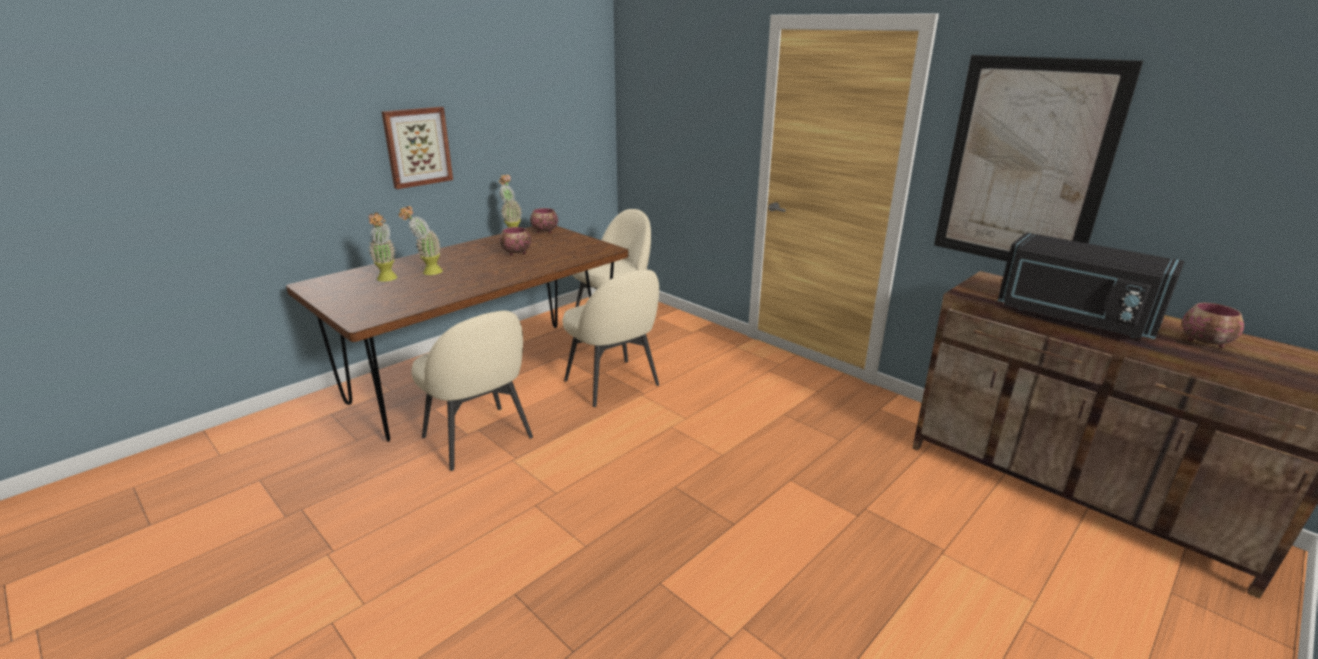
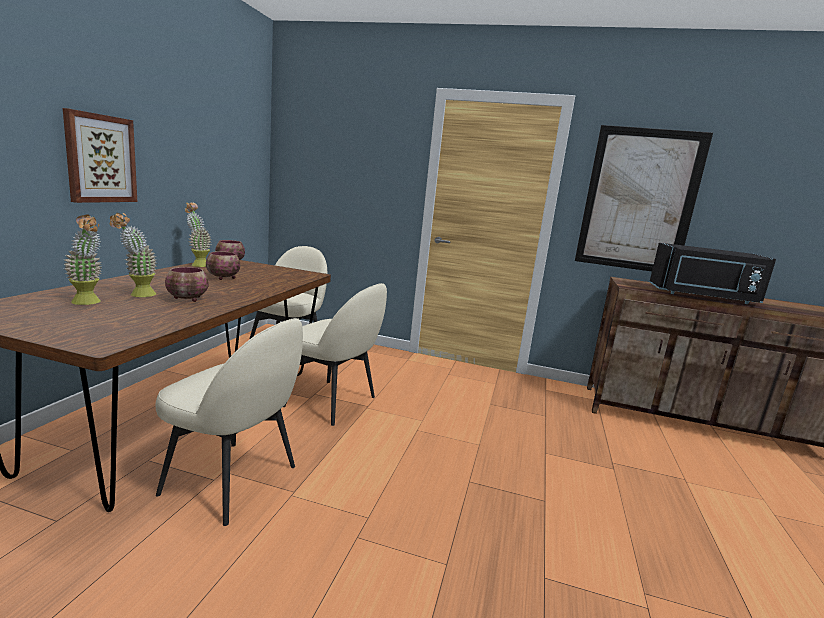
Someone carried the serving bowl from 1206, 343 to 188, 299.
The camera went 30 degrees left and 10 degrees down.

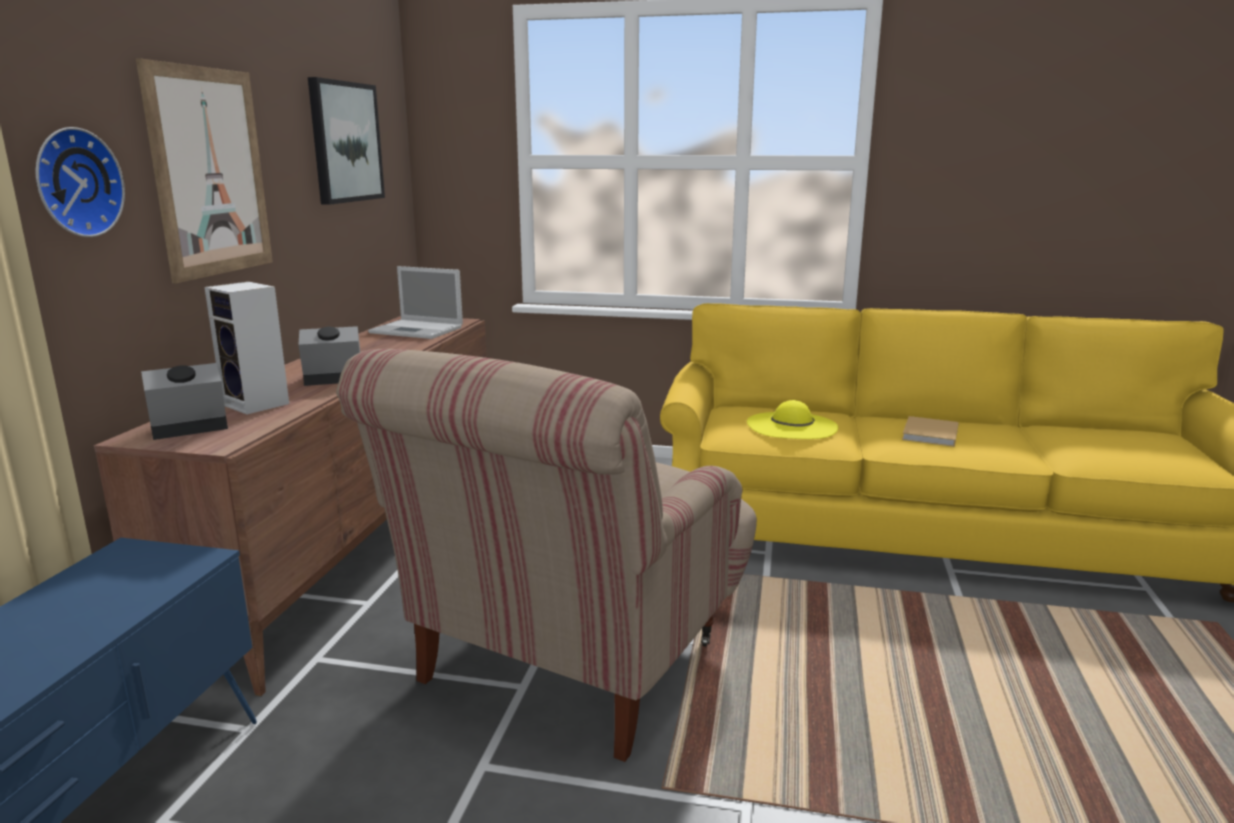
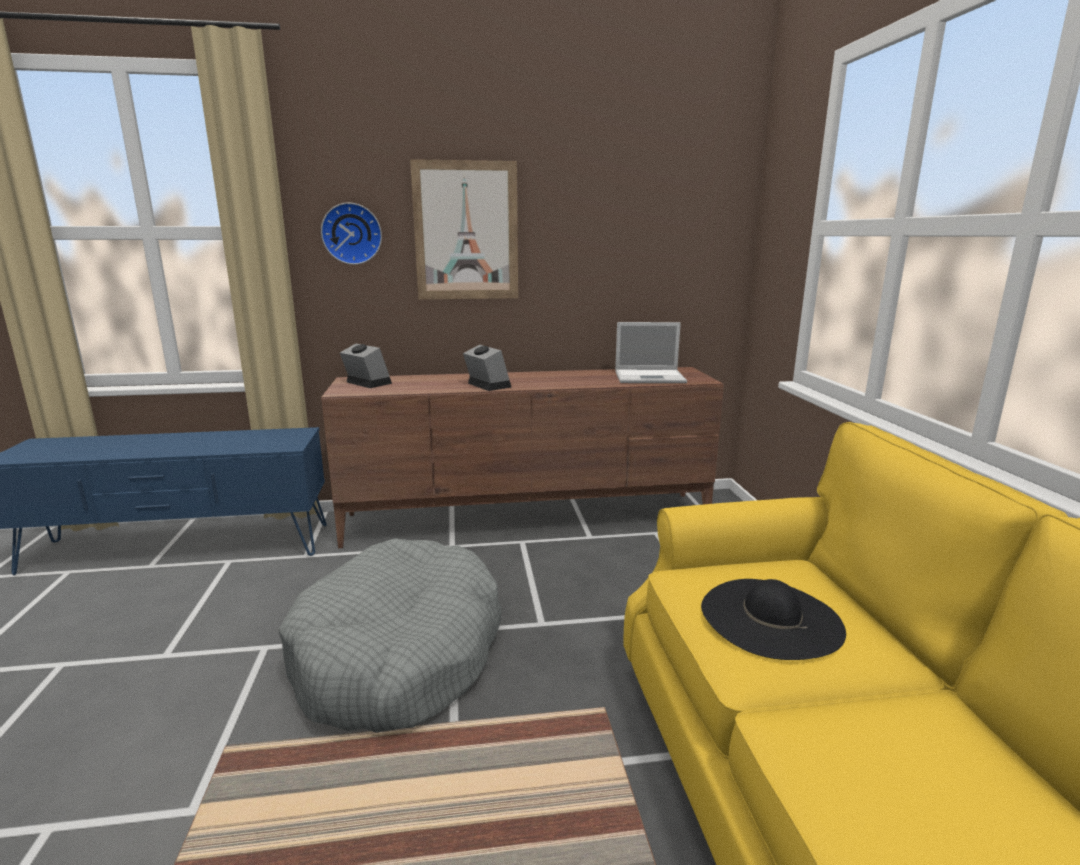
Someone swapped the armchair (beige-coloured) at 572, 662 for the pet bed (grey) at 399, 654.
Someone rotated the laptop at 418, 330 by 90 degrees counterclockwise.
Someone repainted the clothing hat (yellowish) at 791, 426, which became the clothing hat (black) at 770, 617.
Someone took away the loudspeaker at 258, 404.
Someone took away the wall art at 345, 142.
Someone took away the bound book (beige-coloured) at 930, 434.
The camera went 70 degrees right and 0 degrees up.

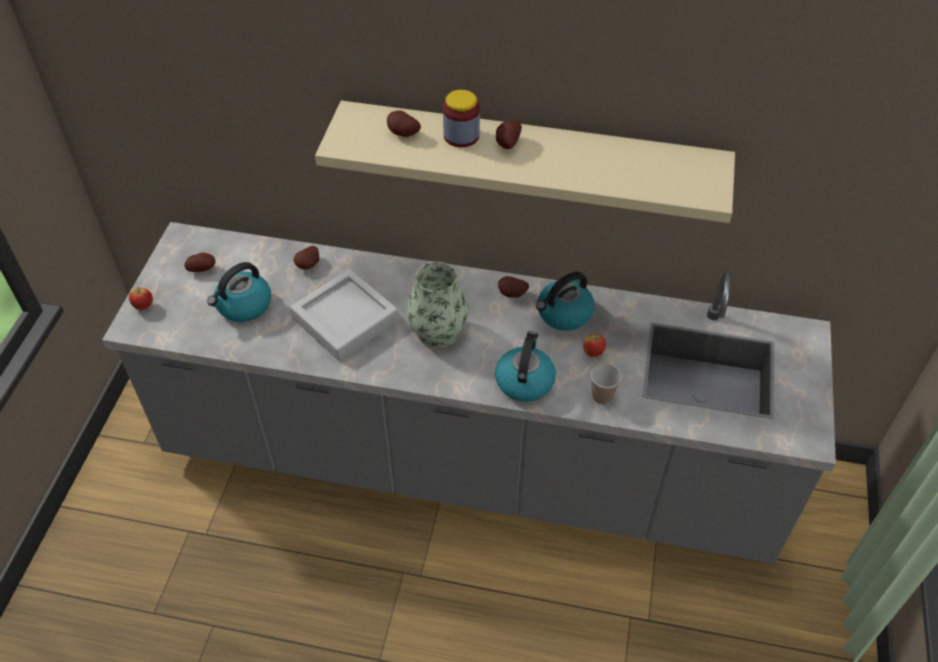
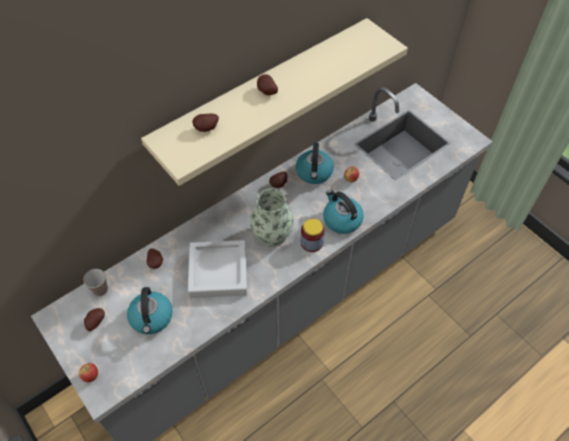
Someone carried the drinking cup from 602, 396 to 100, 290.
Someone carried the jar from 461, 136 to 311, 242.
The camera went 50 degrees left and 5 degrees up.

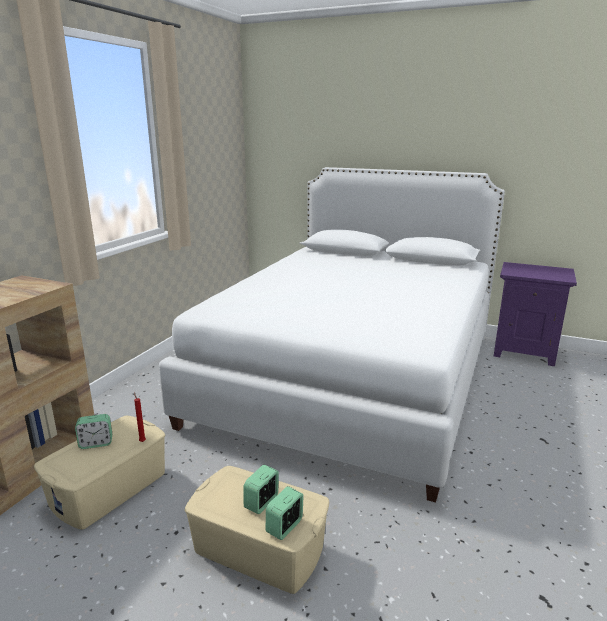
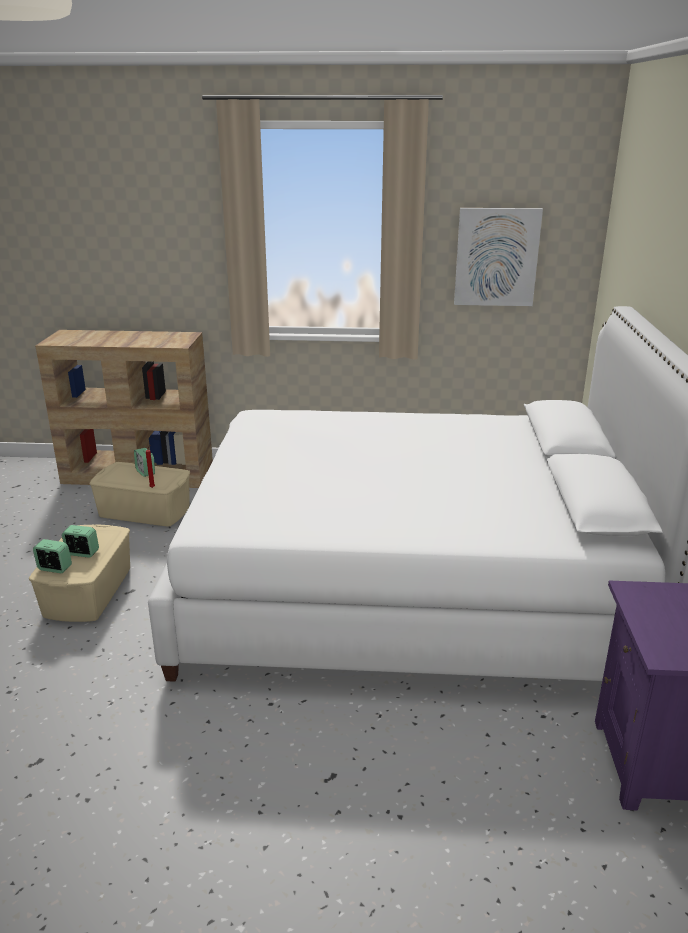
Someone put up the wall art at 496, 257.
The camera went 70 degrees right and 5 degrees up.

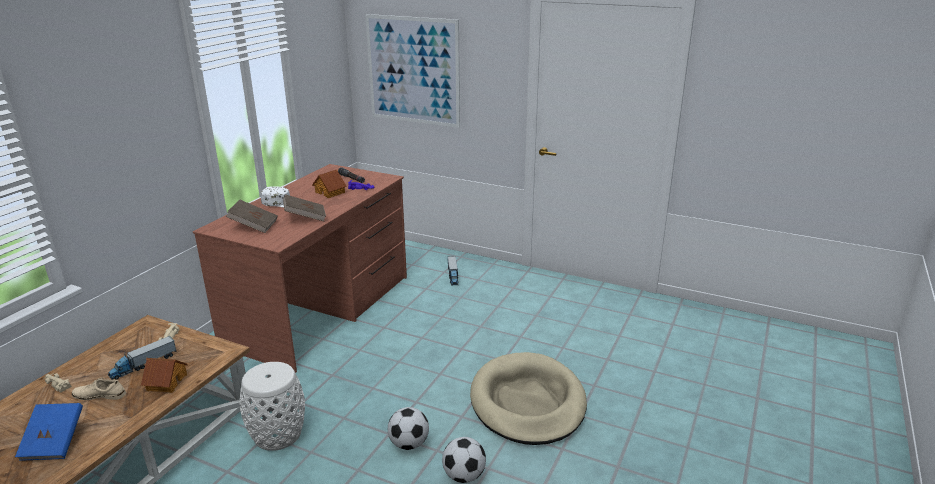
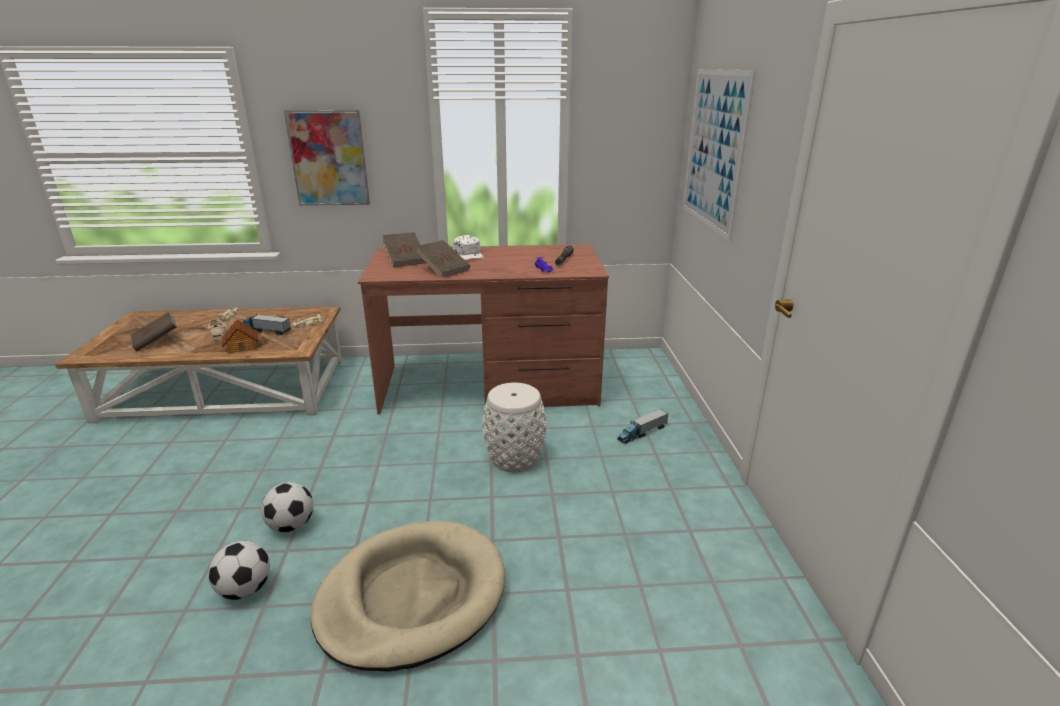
Someone repainted the bound book (blue) at 54, 443, which became the bound book (brown-coloured) at 156, 341.
Someone put up the wall art at 328, 158.
Someone carried the stool (whitish) from 278, 435 to 514, 458.
Someone took away the model house at 330, 192.
The camera went 60 degrees right and 0 degrees up.

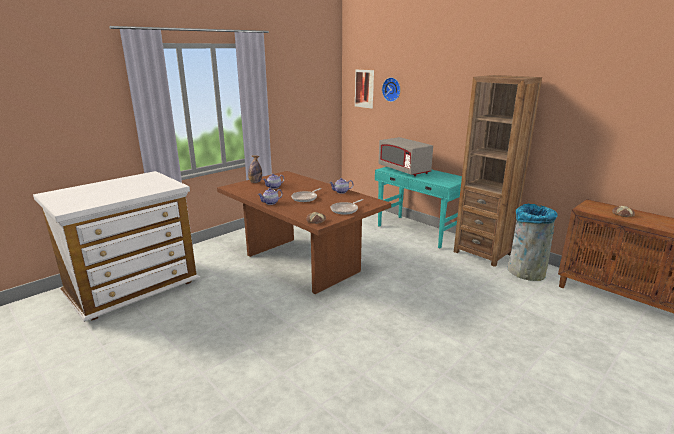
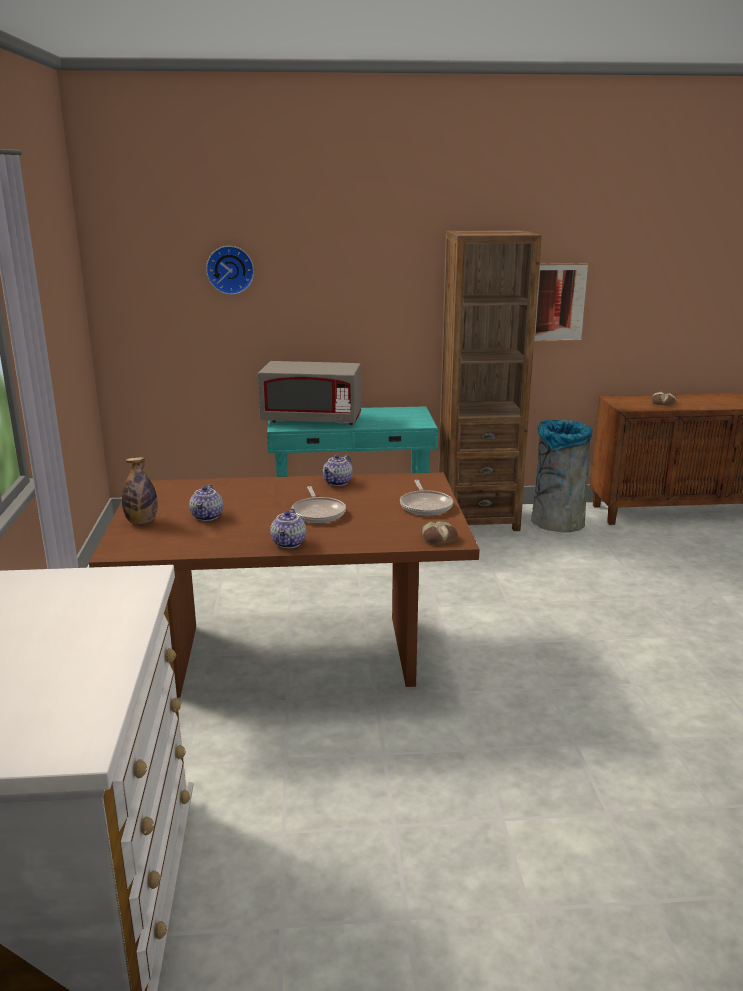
Someone carried the wall art from 364, 88 to 559, 302.
The camera went 50 degrees left and 0 degrees up.

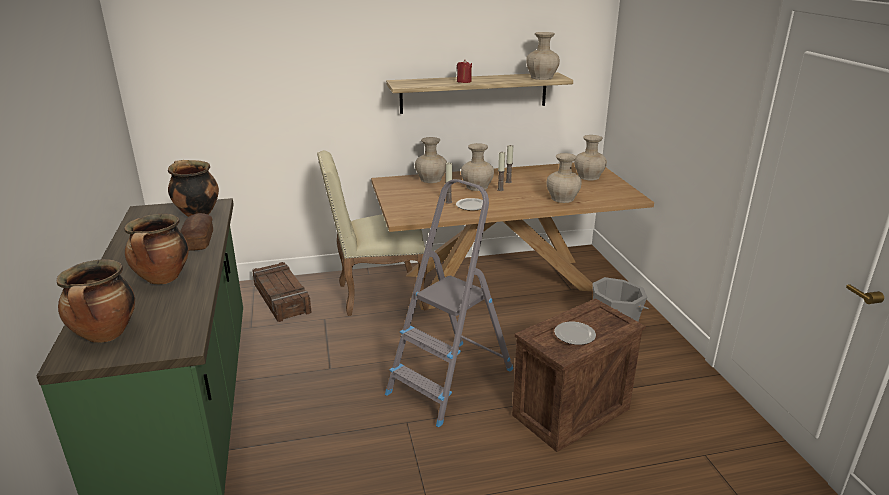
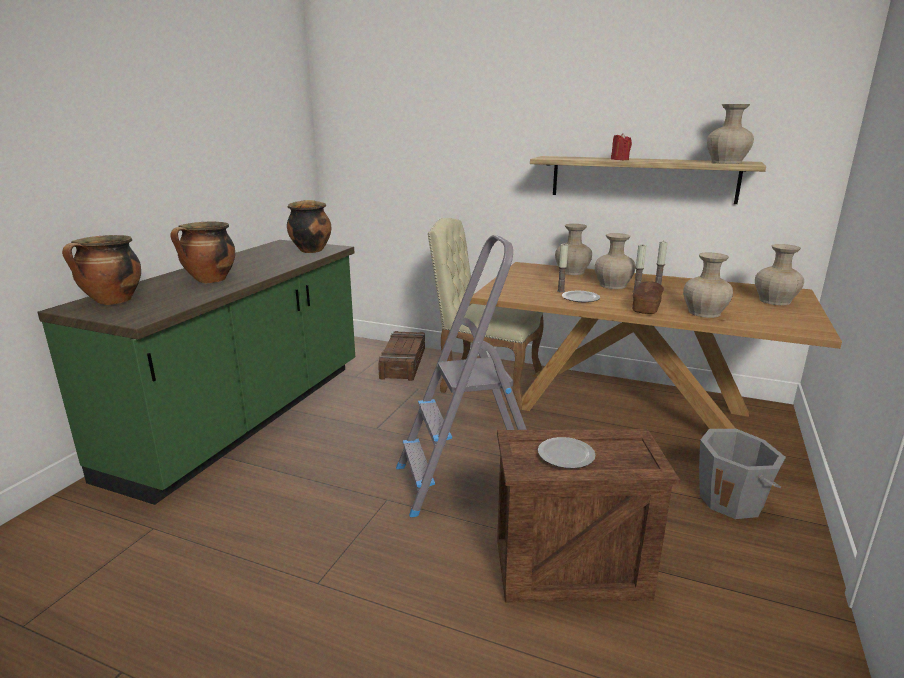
Someone carried the bread from 199, 241 to 646, 307.
The camera went 35 degrees right and 5 degrees down.

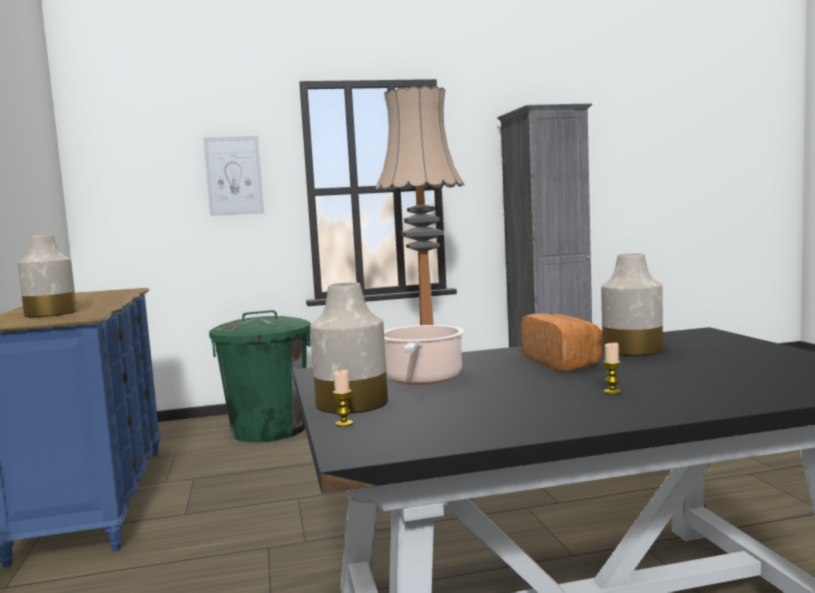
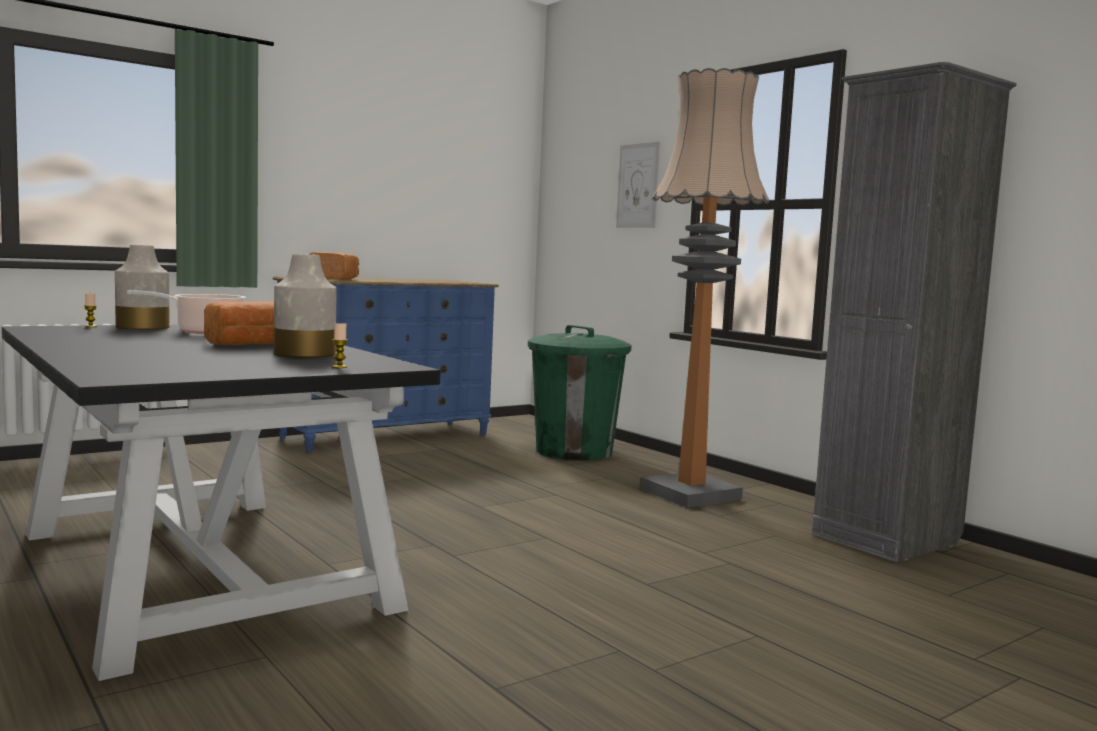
Someone swapped the vase (beige-coloured) at 51, 313 for the bread at 335, 278.
Someone carried the wax light from 612, 392 to 339, 367.
The camera went 65 degrees right and 0 degrees up.

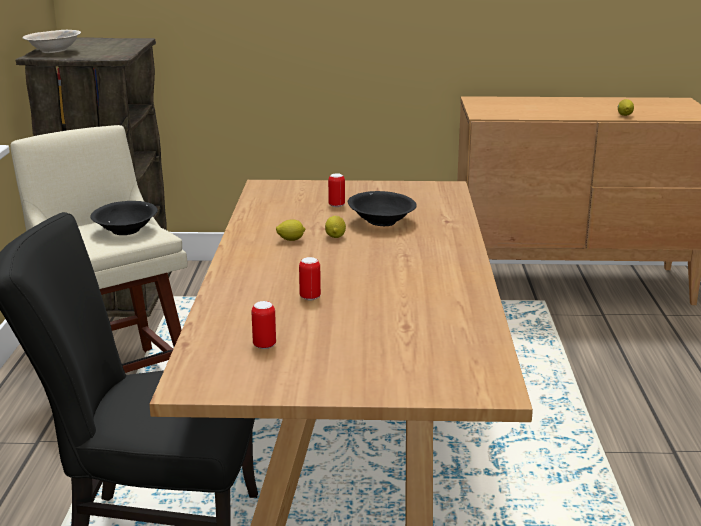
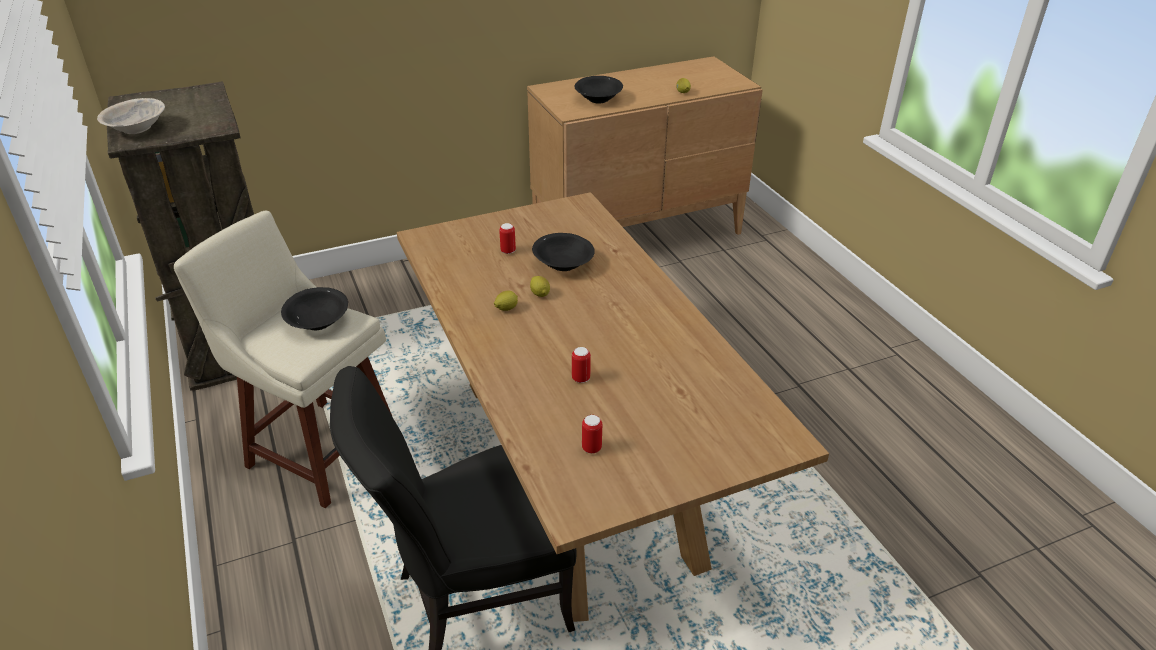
Someone put down the serving bowl (black) at 598, 99.
The camera went 25 degrees left and 15 degrees up.

